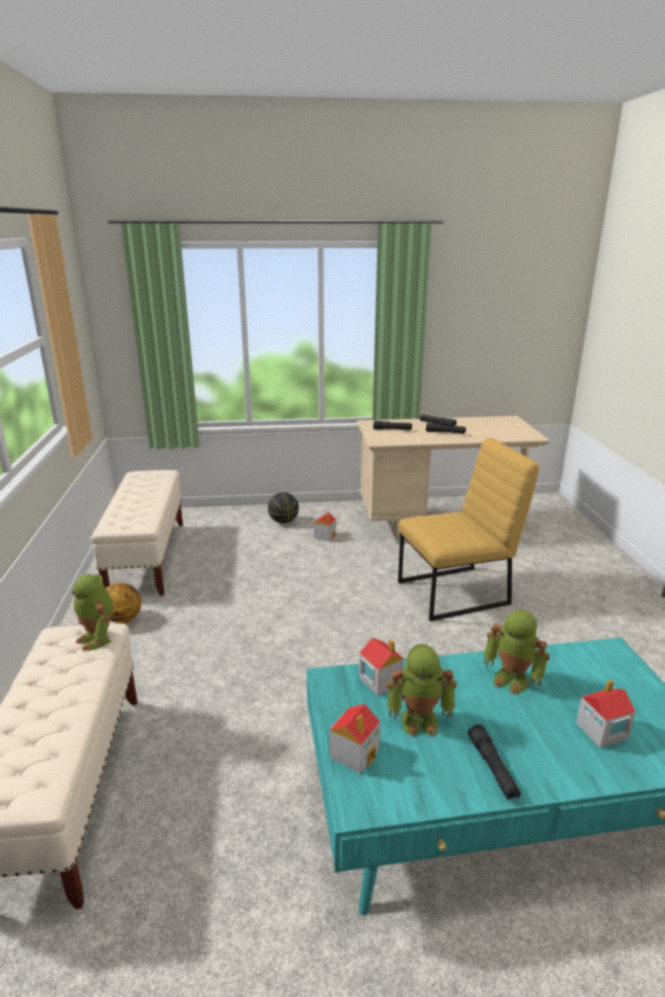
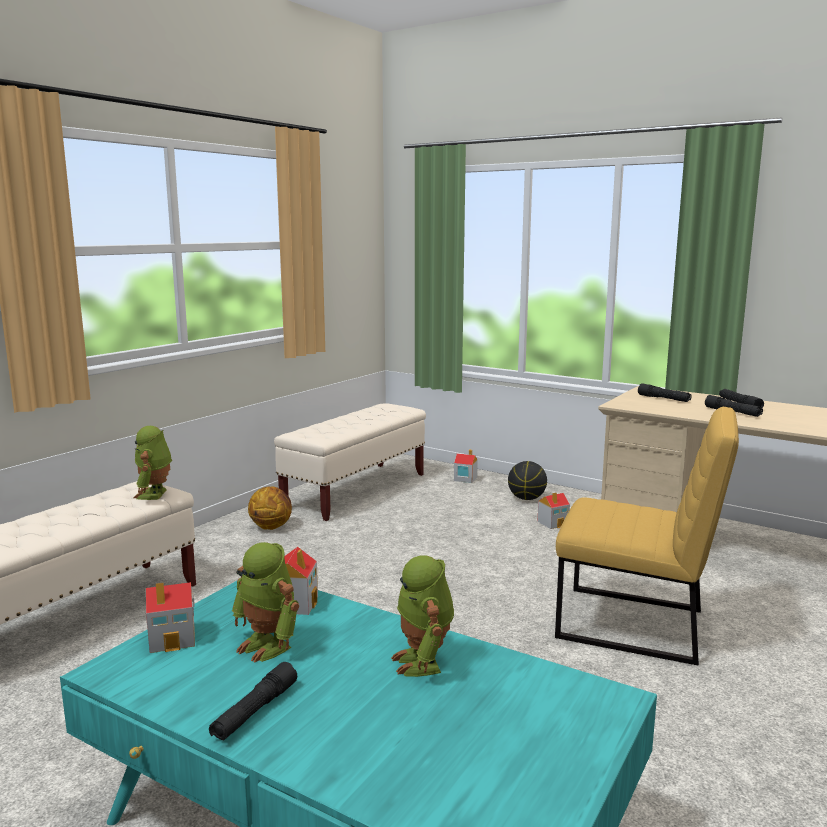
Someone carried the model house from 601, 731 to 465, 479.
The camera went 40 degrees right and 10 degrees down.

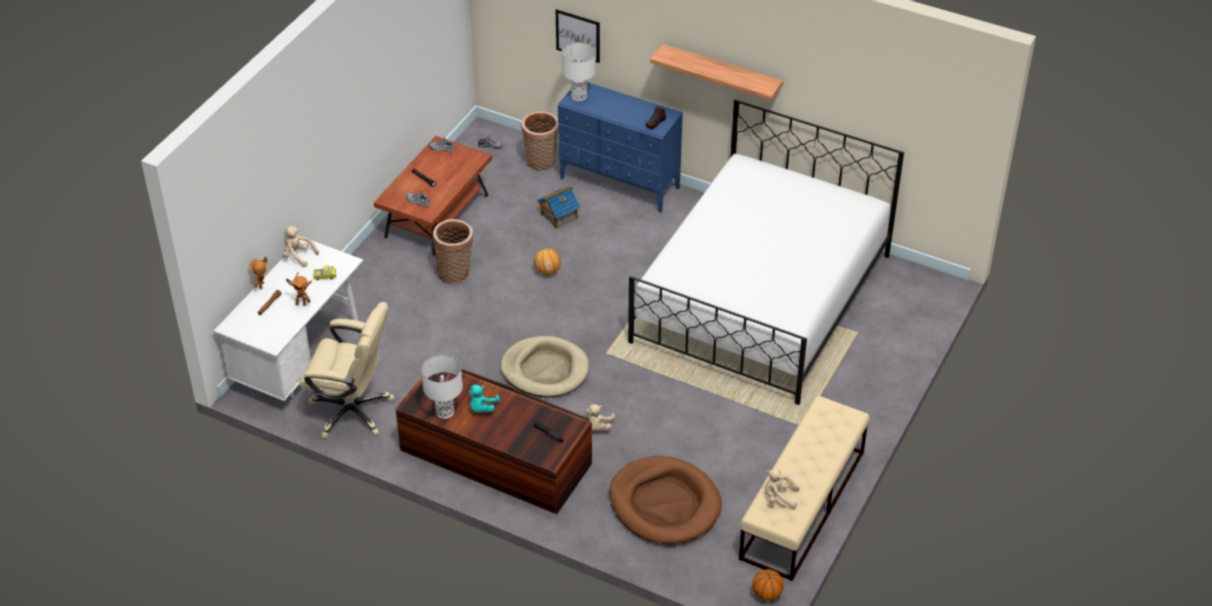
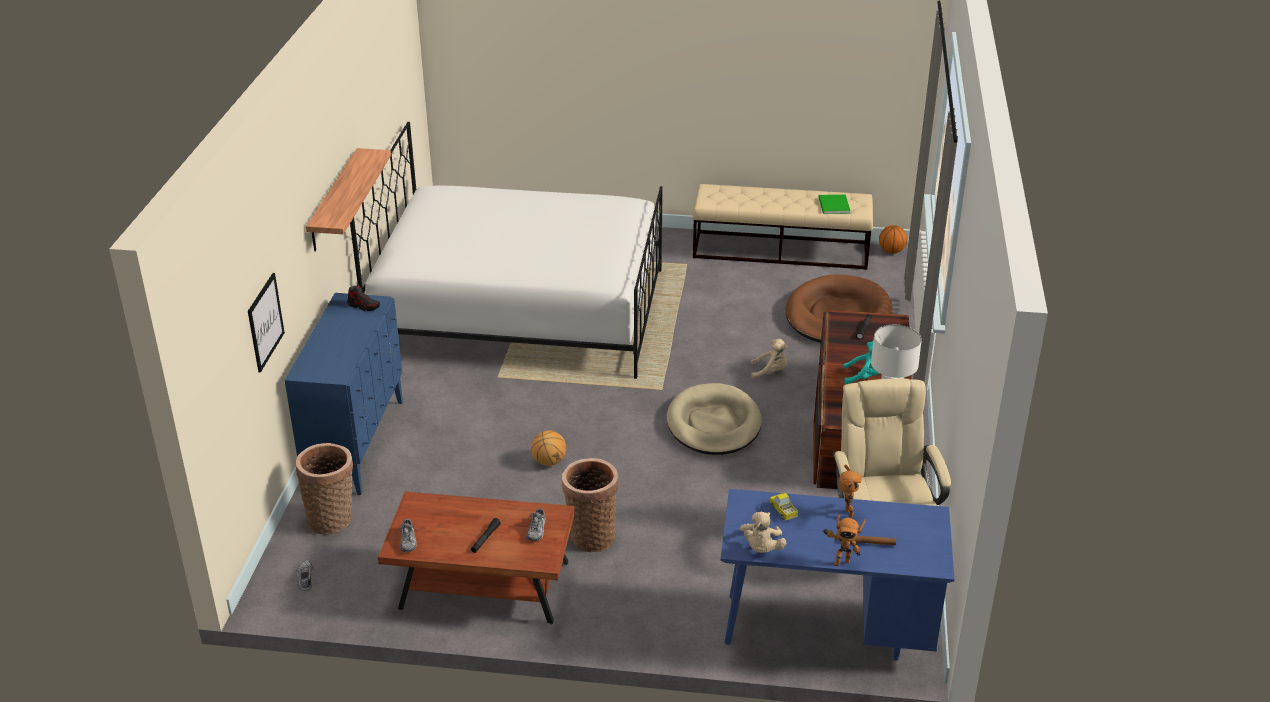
Someone repainted the desk unit (whitish) at 300, 358, which became the desk unit (blue) at 827, 629.
Someone swapped the cuddly toy (beige-coloured) at 778, 497 for the bound book (green) at 833, 206.
Someone took away the model house at 558, 216.
Someone took away the tabletop lamp (whitish) at 578, 96.
The camera went 110 degrees left and 10 degrees down.

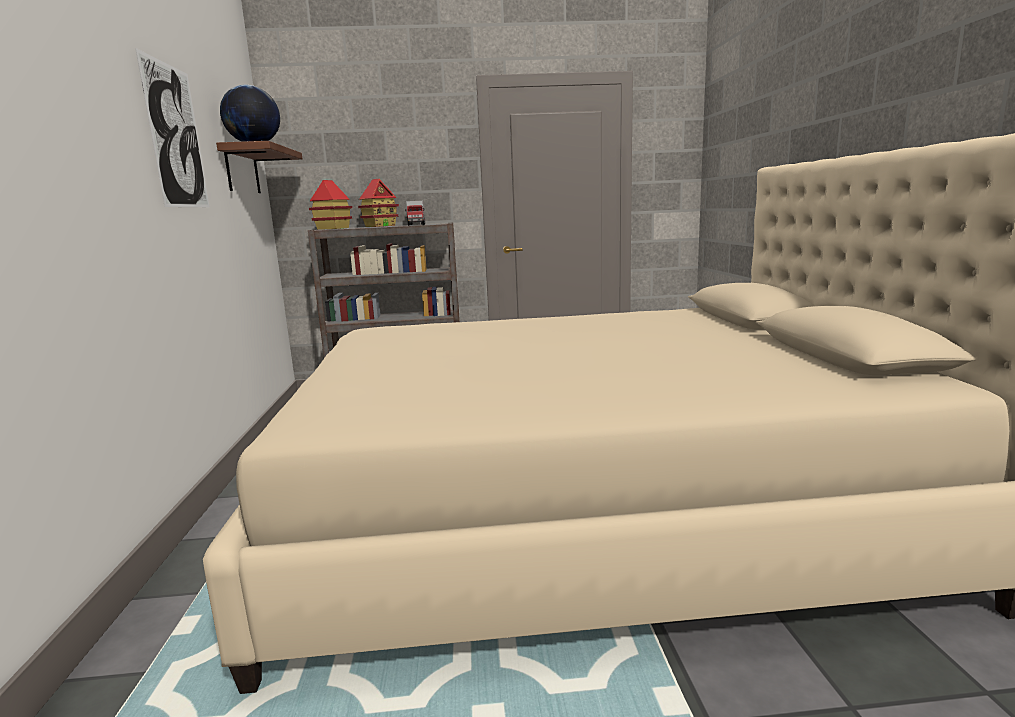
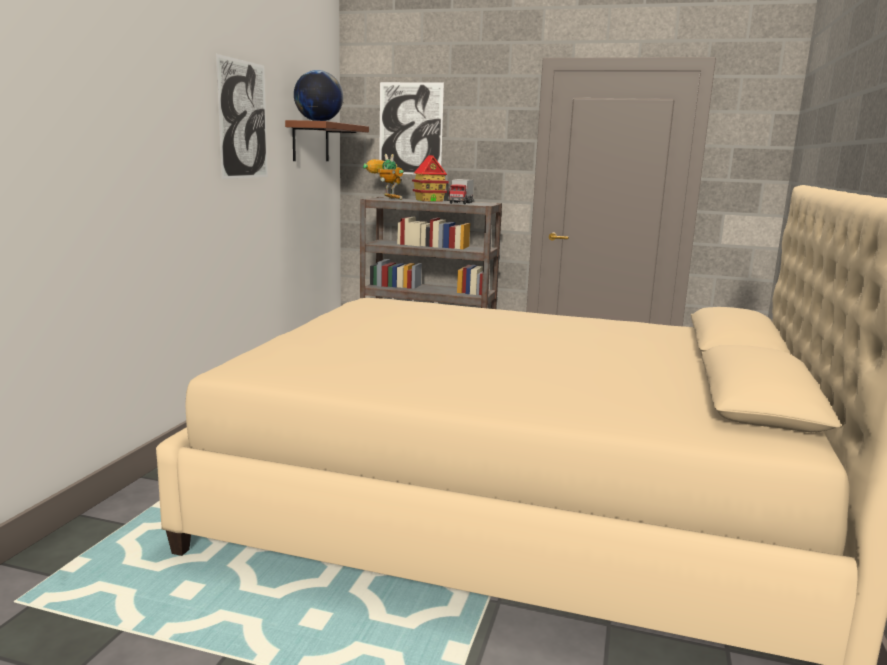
Someone swapped the model house at 333, 228 for the robot figure at 385, 199.
Someone put up the wall art at 410, 129.
The camera went 20 degrees right and 0 degrees up.

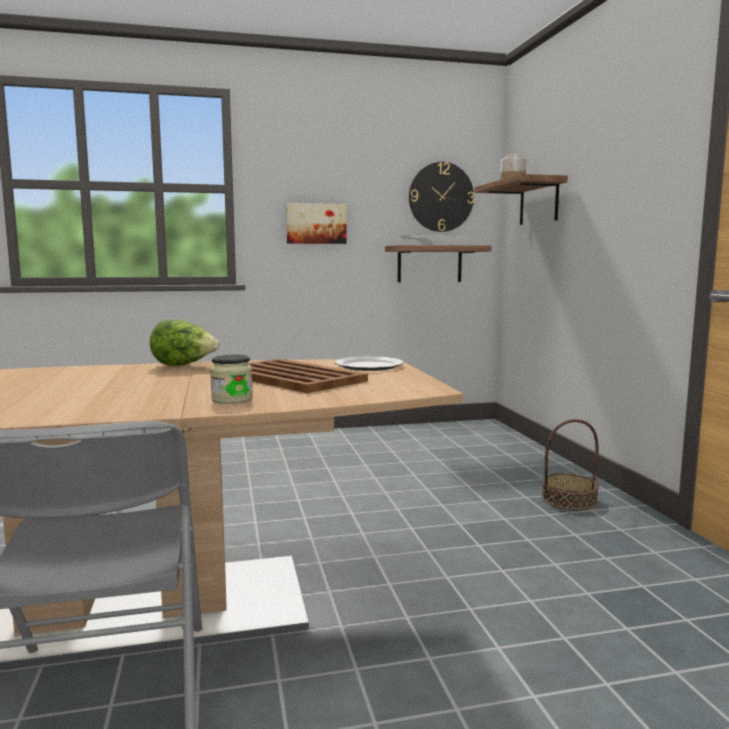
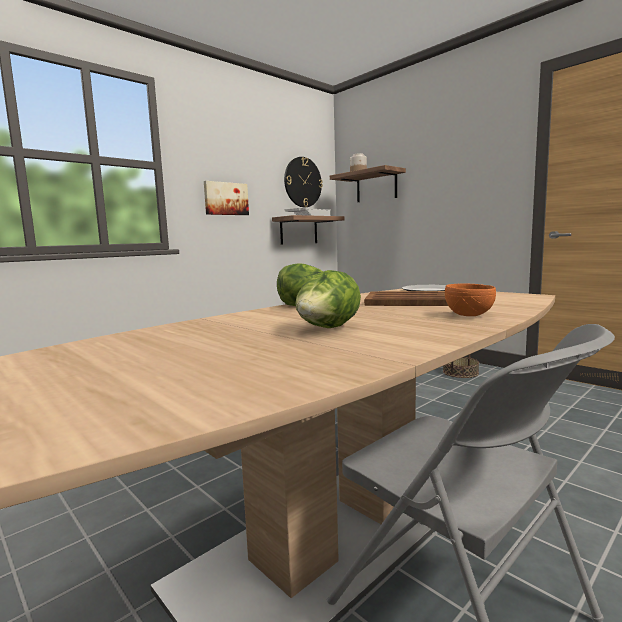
Someone put down the lettuce at 327, 329.
Someone swapped the jar at 232, 399 for the serving bowl (orangey) at 468, 315.
The camera went 30 degrees left and 0 degrees up.

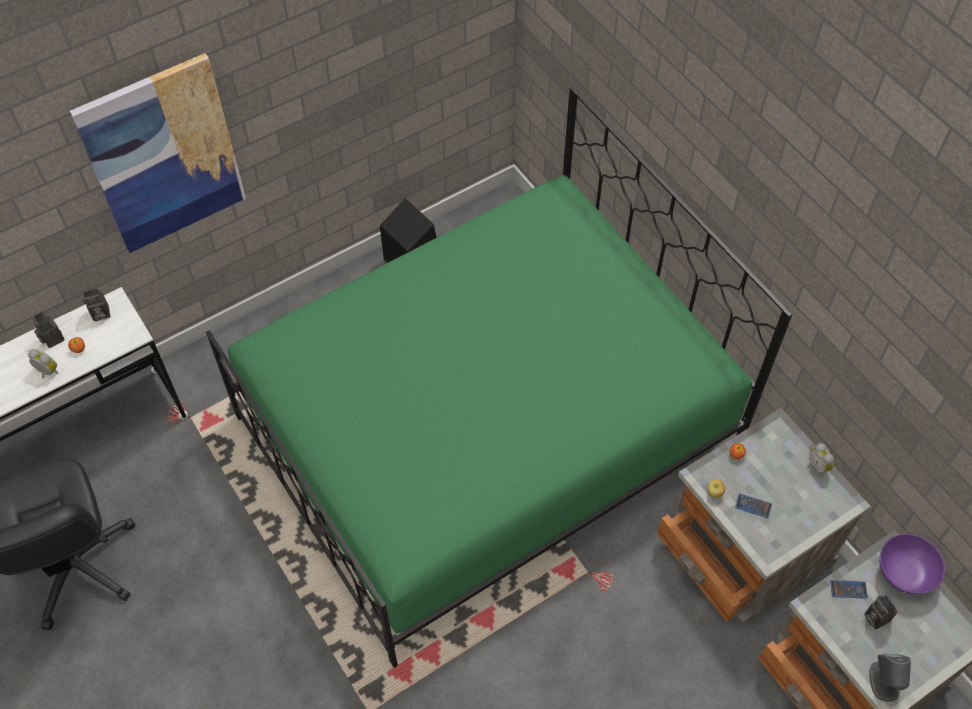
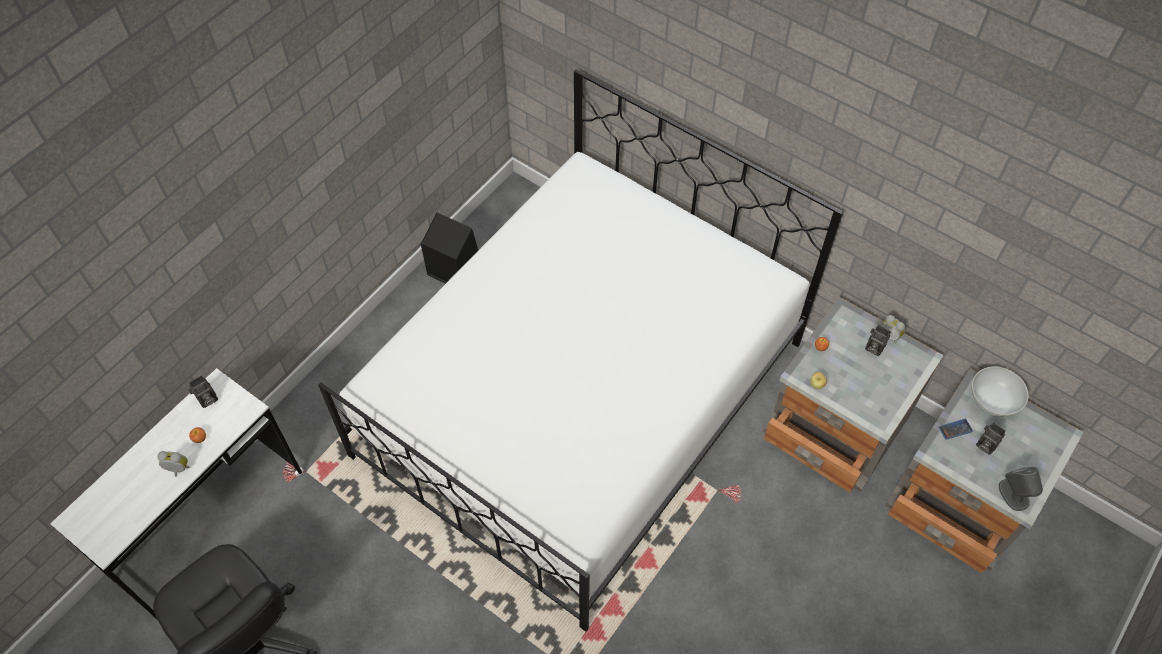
Someone repainted the sleeping bed (green) at 487, 431, which became the sleeping bed (whitish) at 582, 397.
Someone carried the photo camera from 51, 338 to 873, 348.
Someone repainted the serving bowl (purple-coloured) at 903, 573, which became the serving bowl (whitish) at 992, 401.
Someone took away the wall art at 163, 155.
Someone took away the telephone at 753, 506.
The camera went 20 degrees left and 0 degrees up.

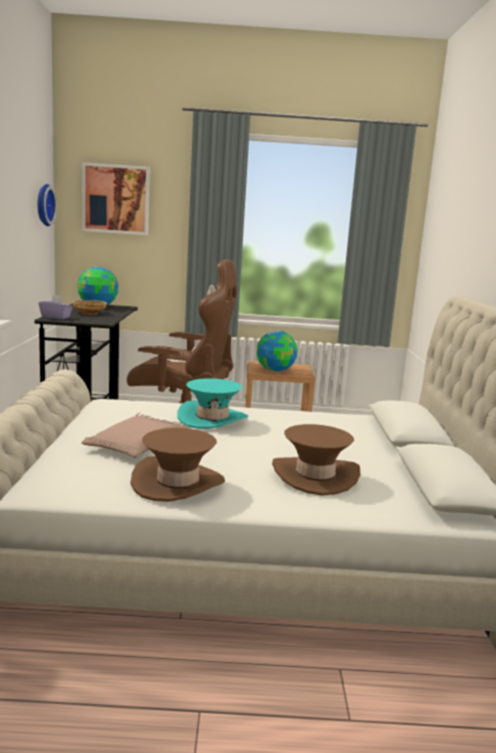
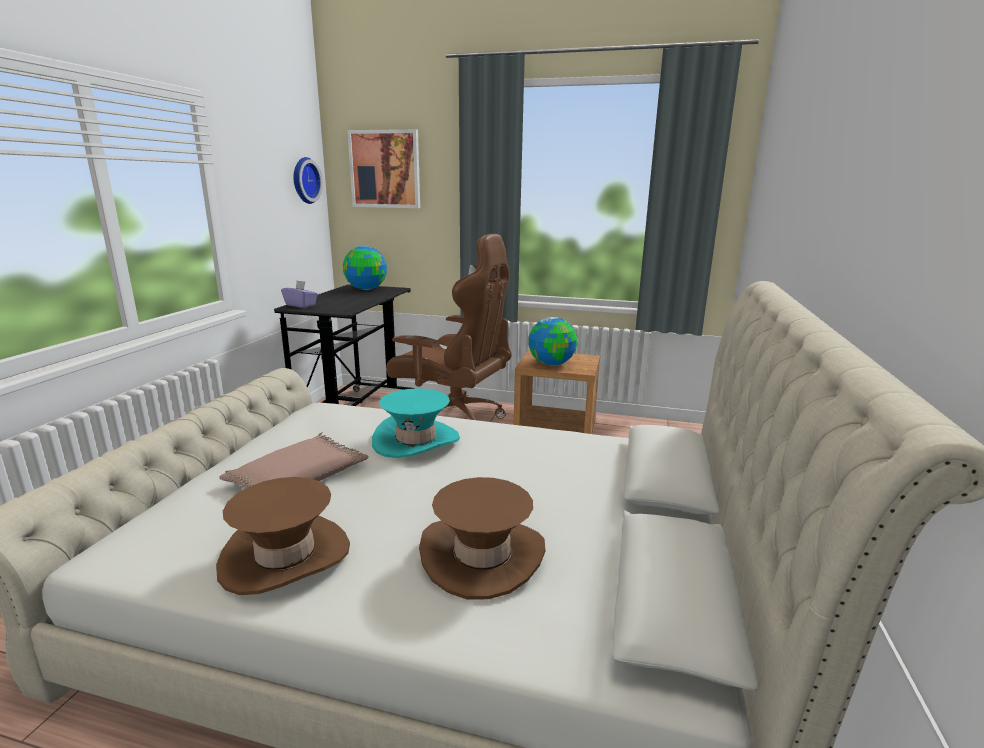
Someone took away the serving bowl (beige-coloured) at 89, 313.
The camera went 15 degrees right and 5 degrees up.

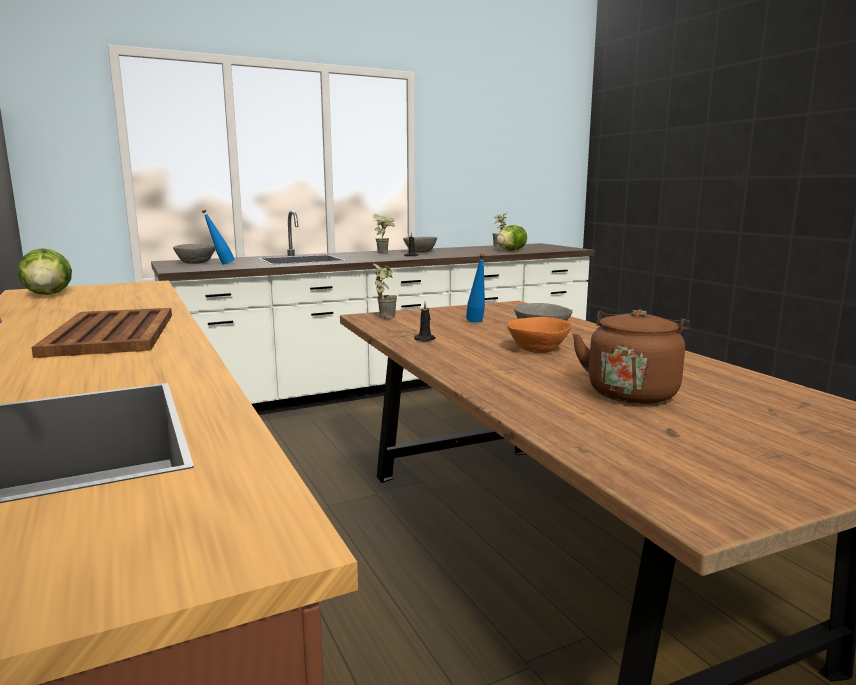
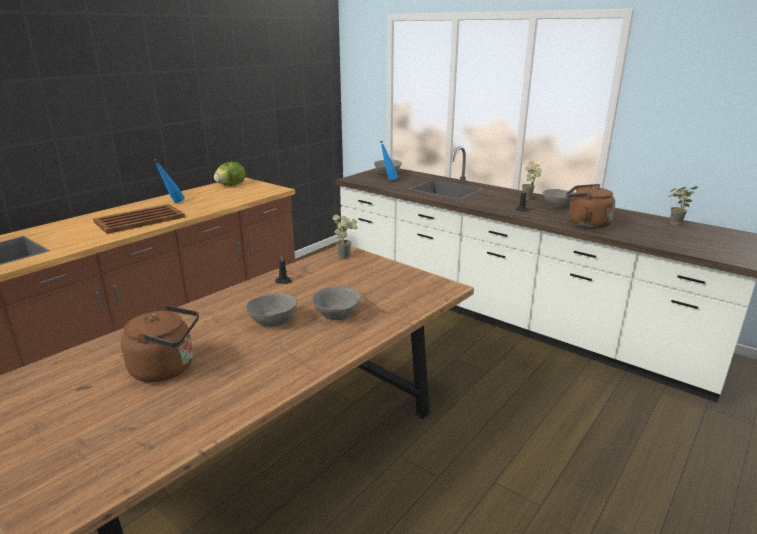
Someone carried the beverage bottle (blue) from 476, 323 to 173, 202.
Someone repainted the serving bowl (orangey) at 537, 350, which became the serving bowl (grey) at 273, 321.
Someone put down the tea kettle (brown-coloured) at 585, 224.
Someone took away the lettuce at 510, 250.
The camera went 65 degrees right and 10 degrees up.

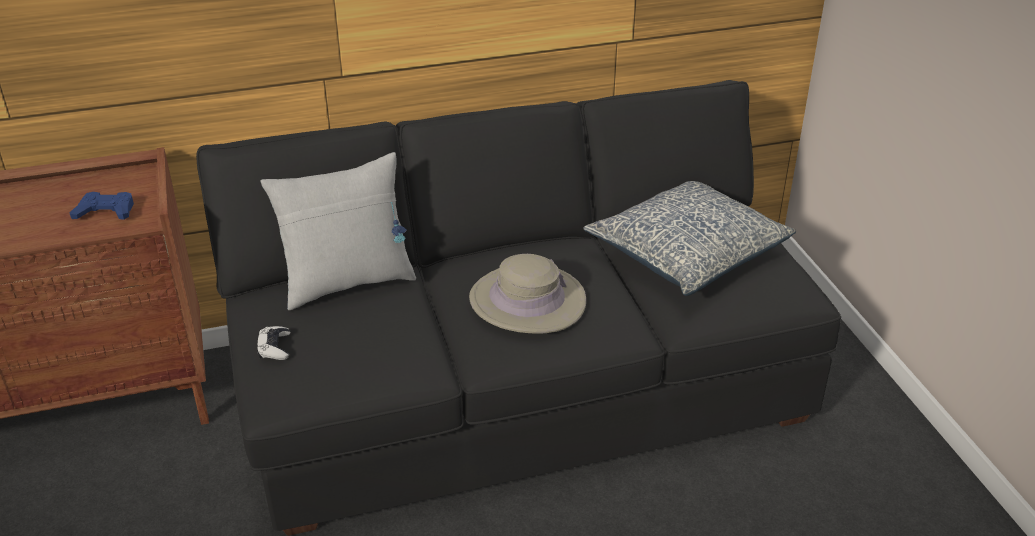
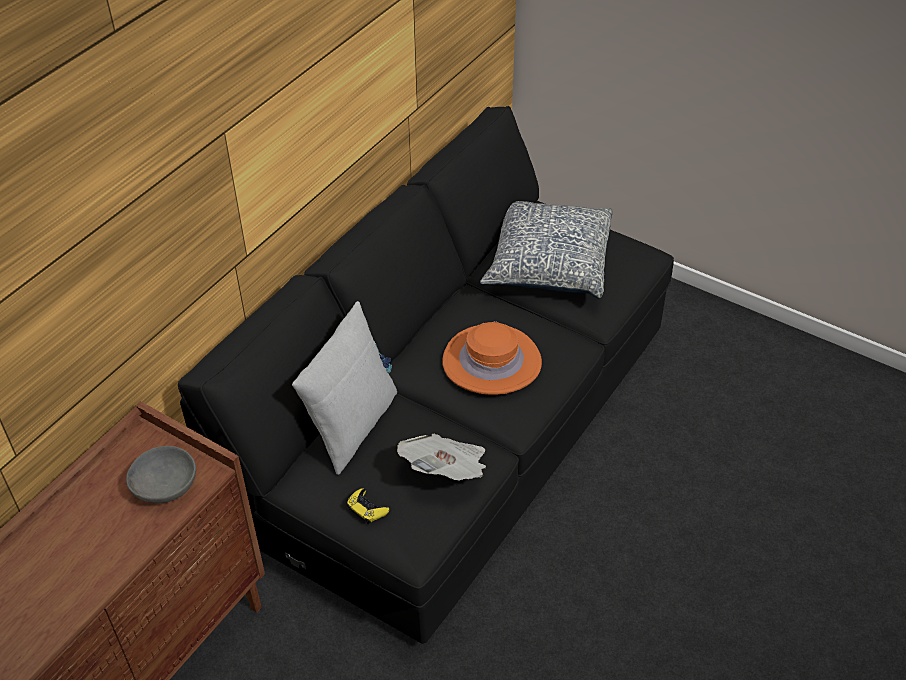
Someone swapped the joypad (blue) at 105, 212 for the serving bowl (grey) at 165, 486.
Someone repainted the joypad (whitish) at 274, 347, which became the joypad (yellowish) at 367, 509.
Someone put down the newspaper at 446, 471.
Someone repainted the clothing hat (beige-coloured) at 527, 301, which became the clothing hat (orangey) at 491, 362.
The camera went 40 degrees left and 10 degrees up.

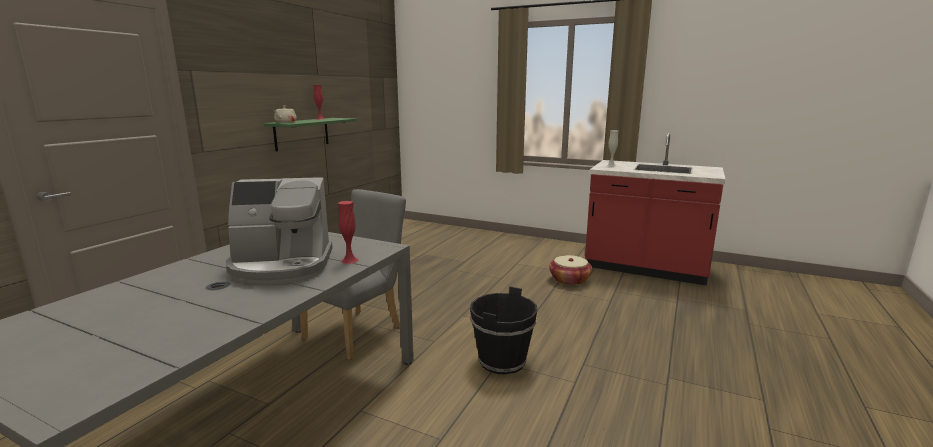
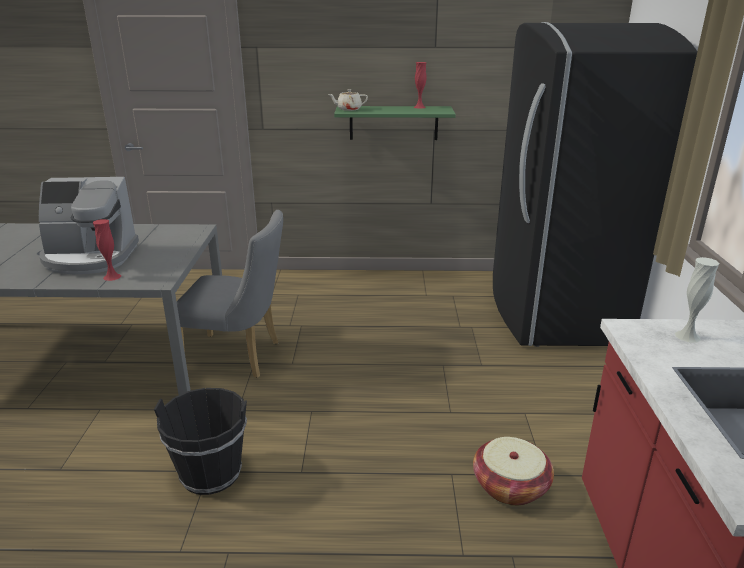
Someone rotated the coffee maker at 282, 266 by 60 degrees counterclockwise.
Someone put down the fridge (black) at 552, 309.
The camera went 65 degrees right and 10 degrees up.

